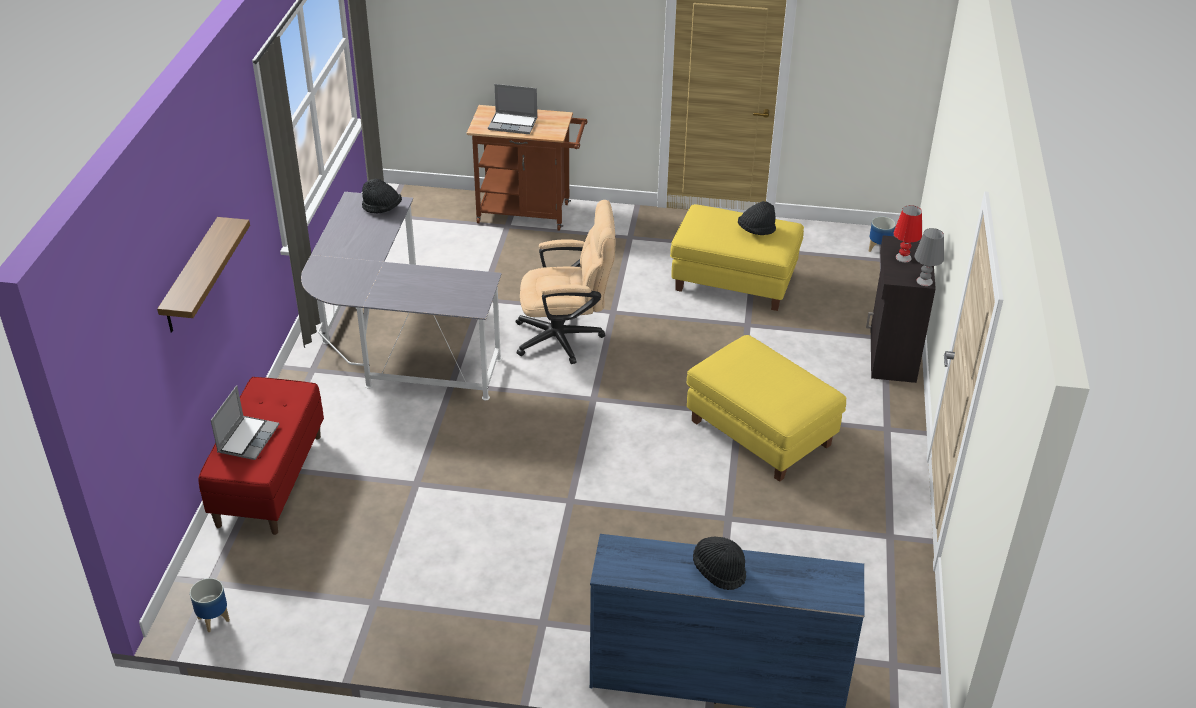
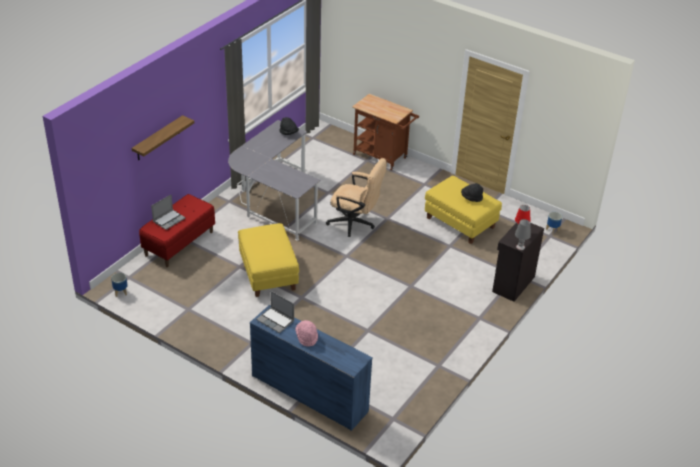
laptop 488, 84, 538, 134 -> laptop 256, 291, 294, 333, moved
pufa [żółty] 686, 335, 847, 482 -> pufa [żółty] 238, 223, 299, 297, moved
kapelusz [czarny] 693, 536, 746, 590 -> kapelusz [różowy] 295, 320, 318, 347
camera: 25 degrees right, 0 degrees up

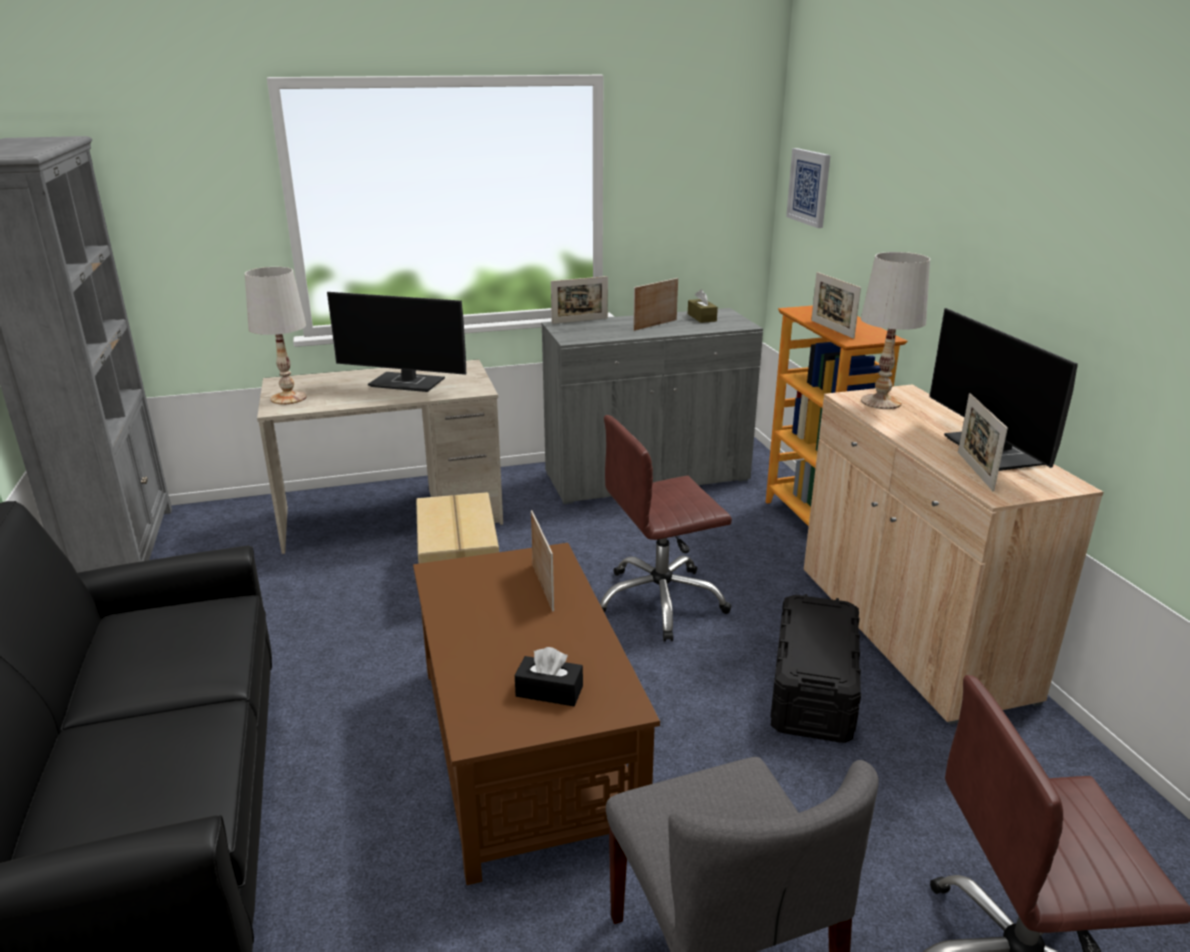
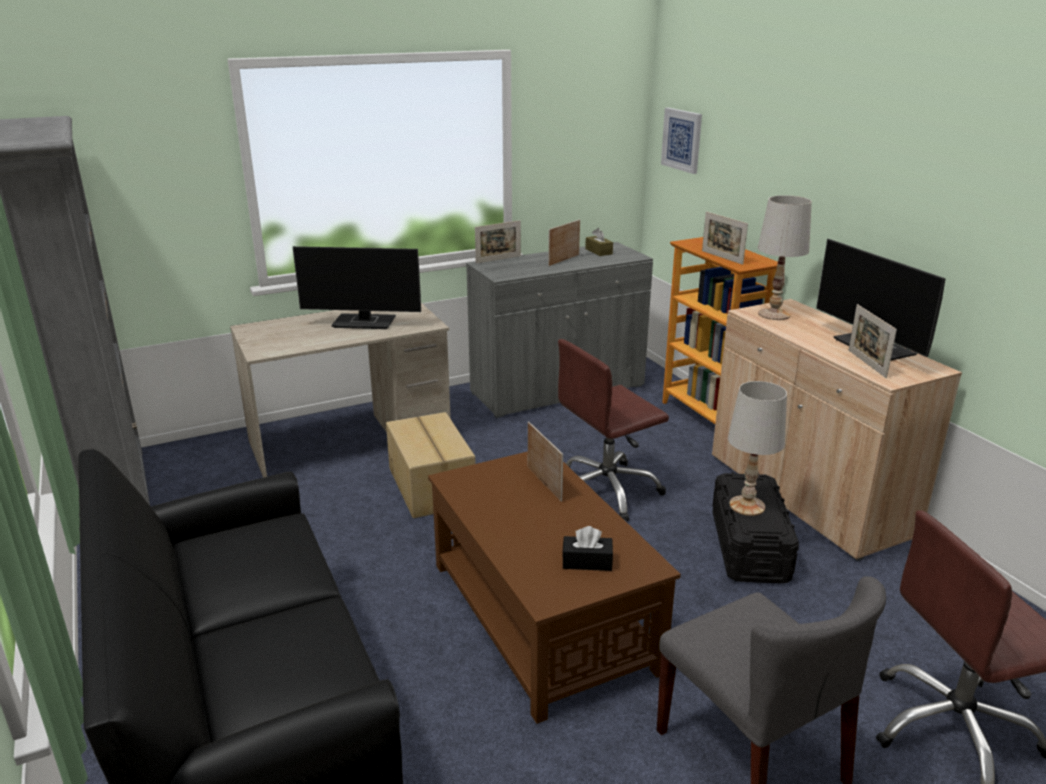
lampa stołowa [biały] 245, 267, 307, 405 -> lampa stołowa [biały] 728, 381, 787, 516, moved
camera: 10 degrees left, 0 degrees up

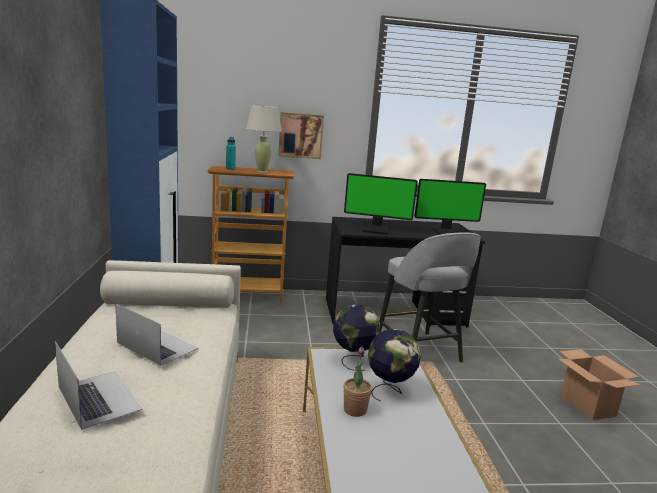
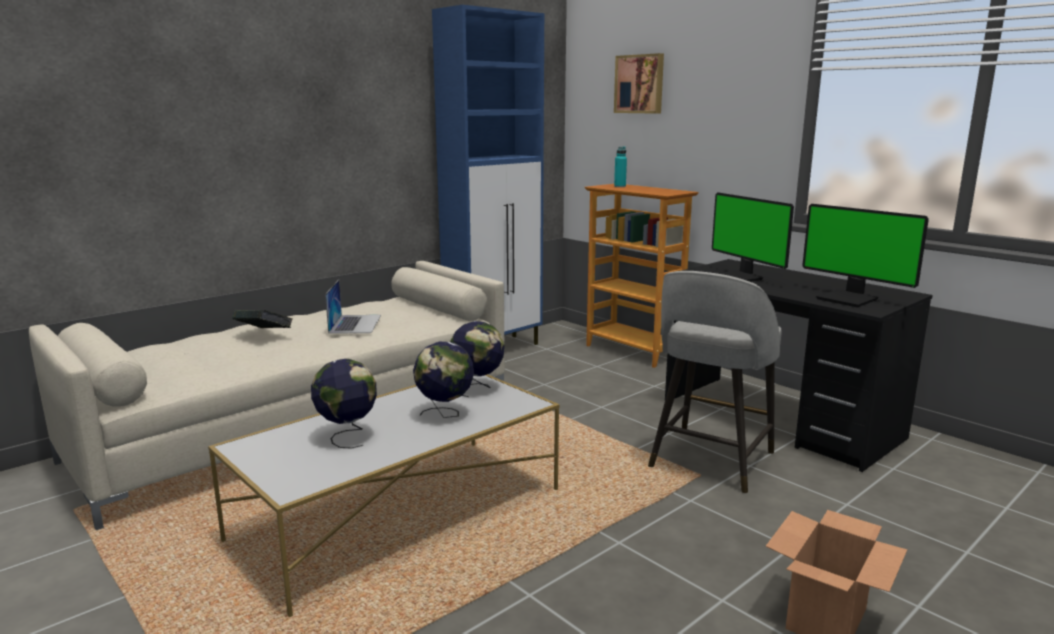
lampa stołowa [beżowy] 246, 105, 282, 173 -> none
roślina doniczkowa 344, 346, 372, 417 -> none
none -> globus 311, 359, 377, 448
obraz 278, 112, 324, 159 -> obraz 614, 53, 664, 114, moved
laptop 55, 341, 143, 430 -> książka 232, 310, 293, 328
camera: 55 degrees right, 0 degrees up

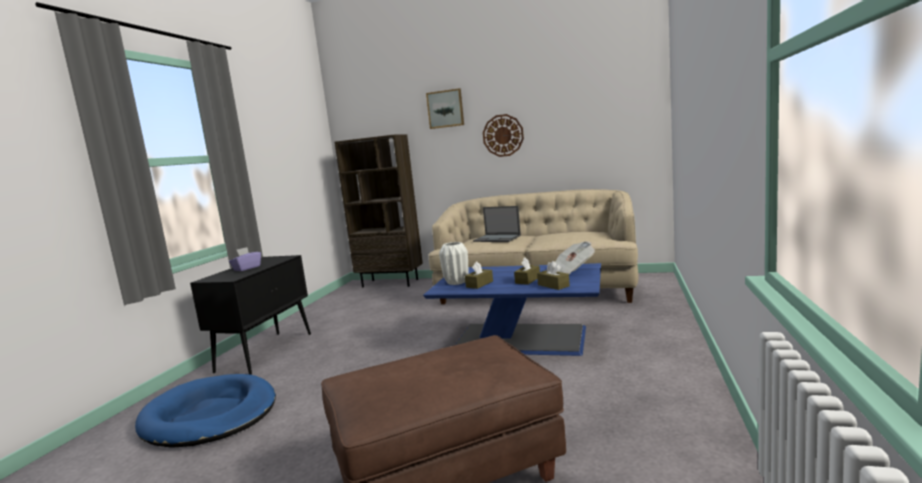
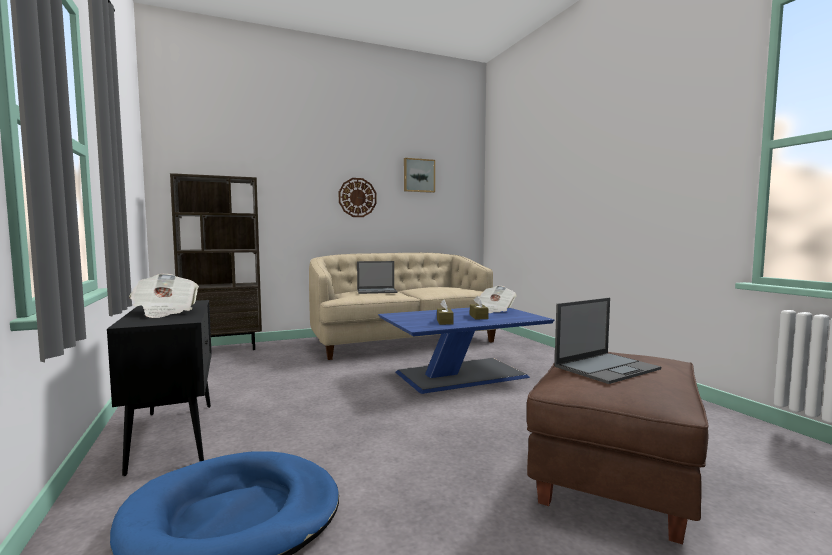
wazon [biały] 439, 242, 468, 285 -> none
pudełko chusteczek [brązowy] 537, 261, 570, 290 -> none
none -> laptop 554, 298, 661, 384
obraz 426, 88, 464, 129 -> obraz 404, 158, 435, 193, moved
pudełko chusteczek [fioletowy] 229, 247, 261, 271 -> gazeta 129, 274, 199, 318
camera: 40 degrees left, 5 degrees down

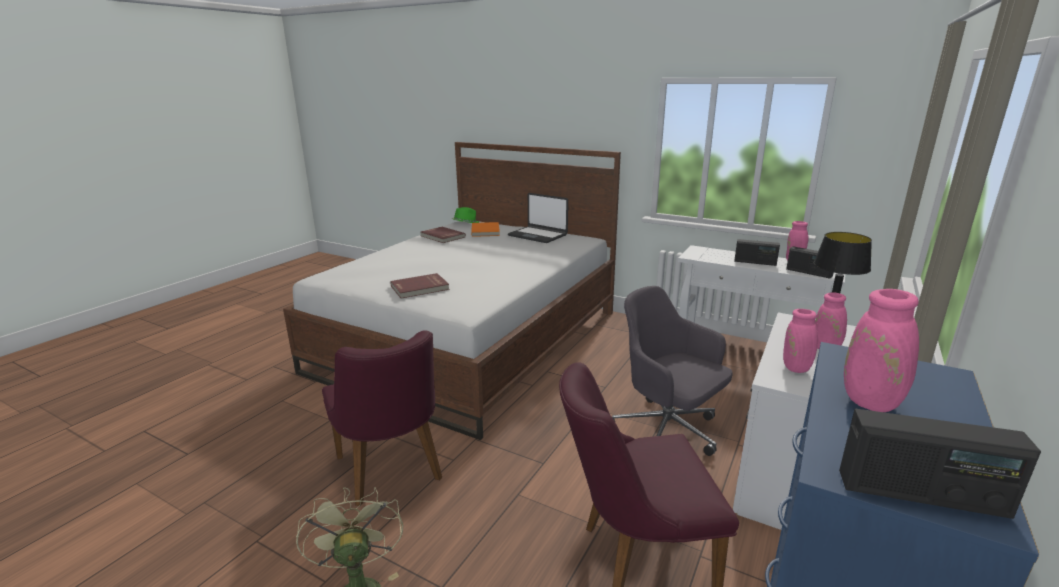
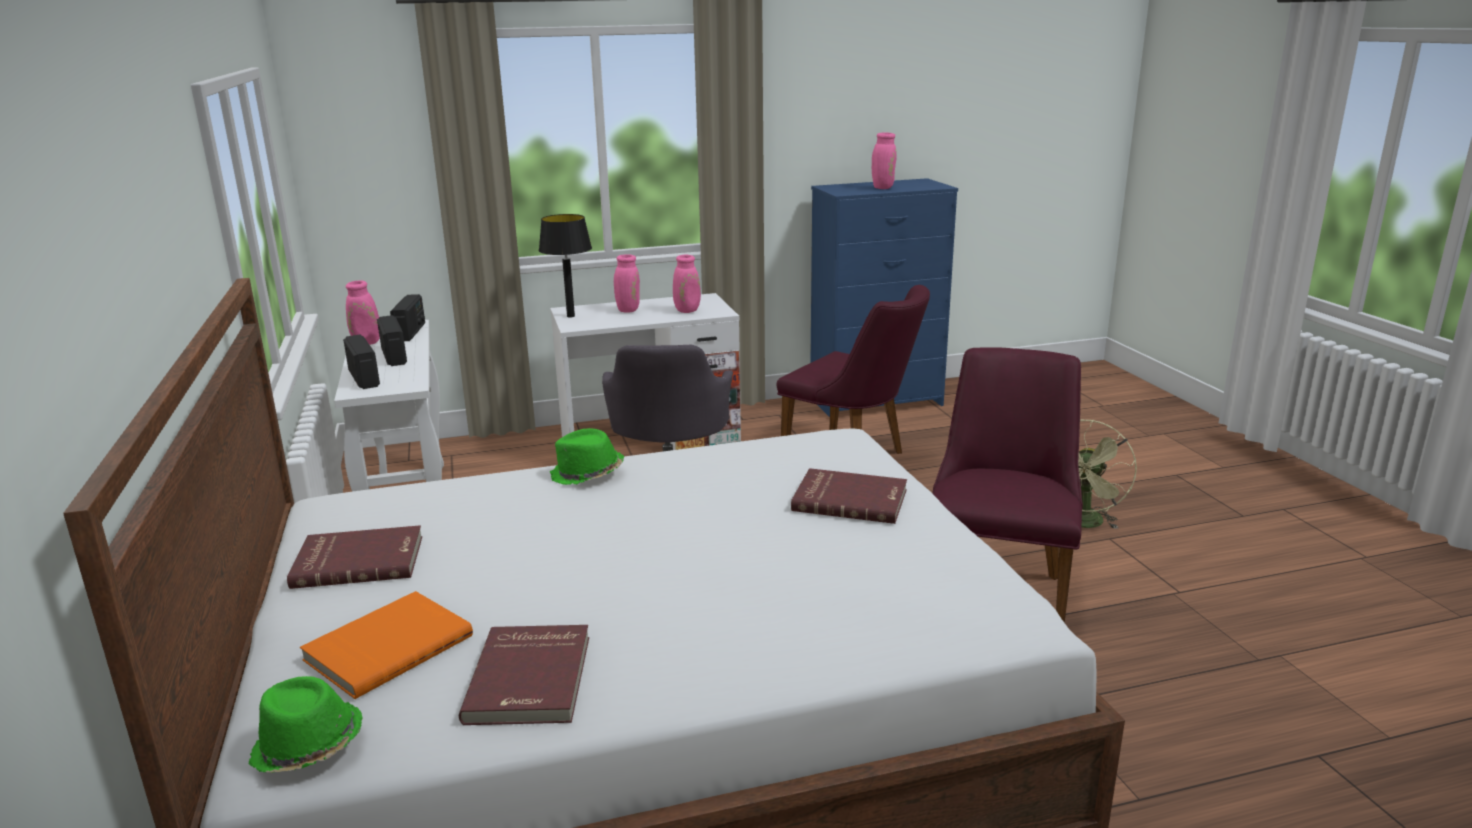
none -> kapelusz [zielony] 550, 428, 624, 485
radio 839, 409, 1041, 519 -> radio 343, 335, 380, 389, moved
laptop 508, 193, 568, 243 -> książka [czerwony] 287, 525, 422, 589
camera: 135 degrees left, 0 degrees up

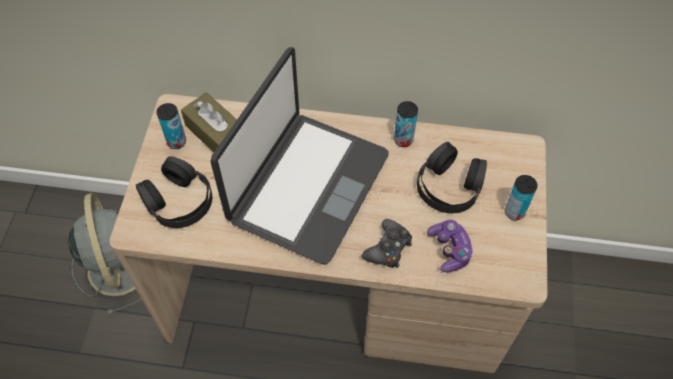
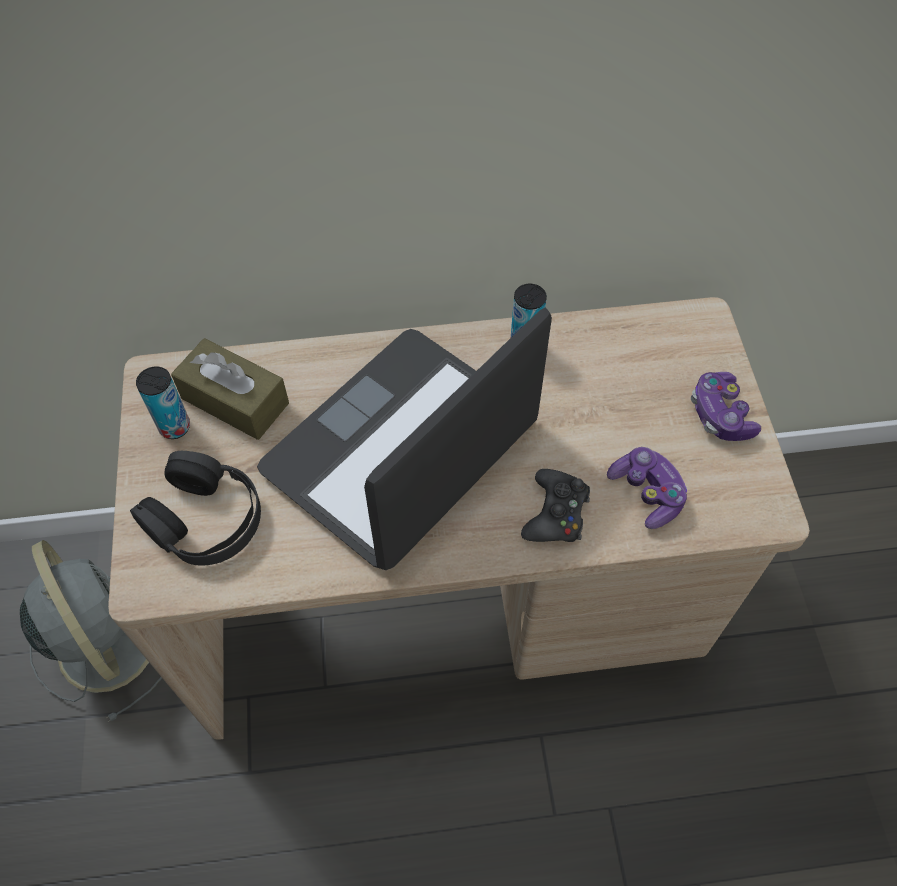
słuchawki [czarny] 417, 142, 487, 213 -> none
puszka 505, 175, 538, 220 -> pad do gier 691, 372, 761, 441
laptop 211, 47, 389, 265 -> laptop 257, 308, 552, 570, 150 degrees counterclockwise
camera: 15 degrees left, 0 degrees up

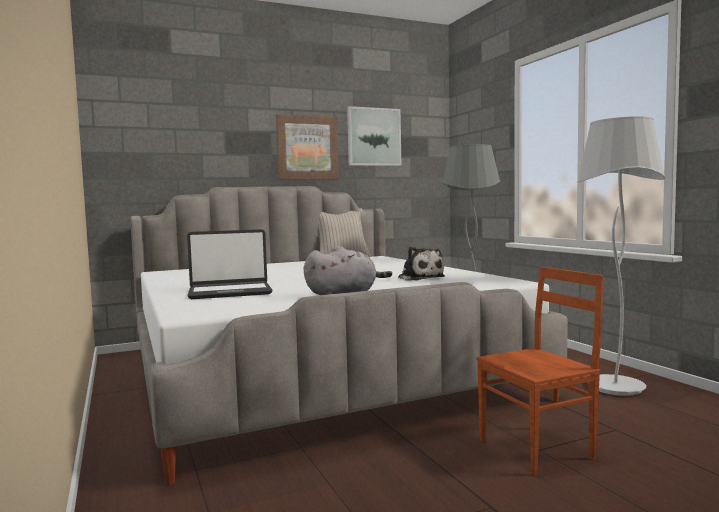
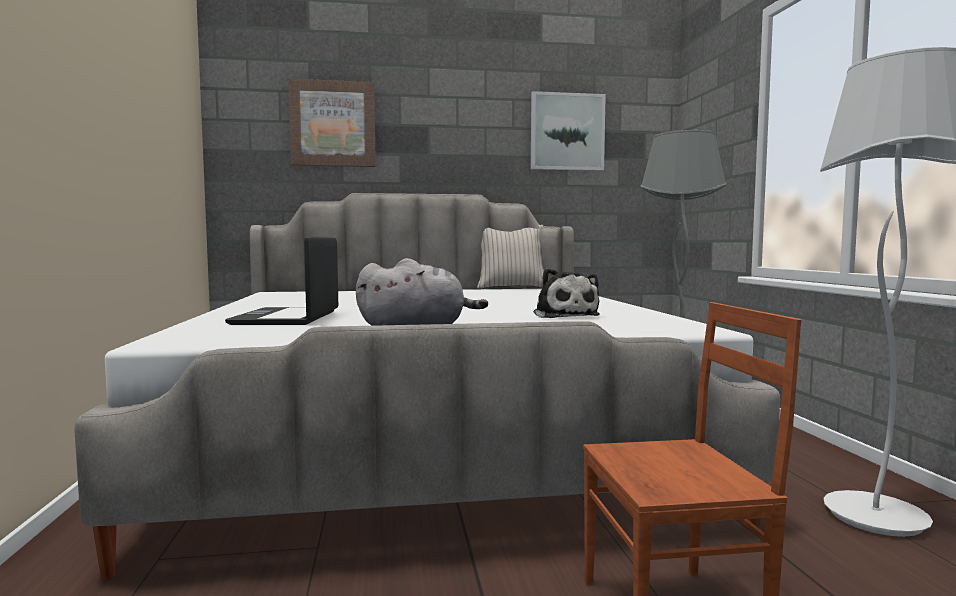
obraz 276, 114, 339, 179 -> obraz 288, 79, 376, 167, moved
laptop 187, 229, 273, 299 -> laptop 225, 236, 339, 325, 90 degrees clockwise
camera: 15 degrees right, 0 degrees up

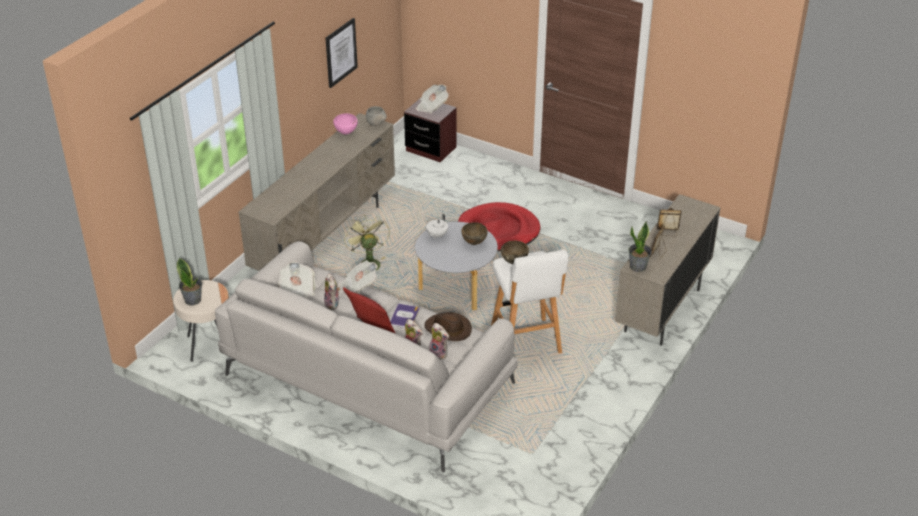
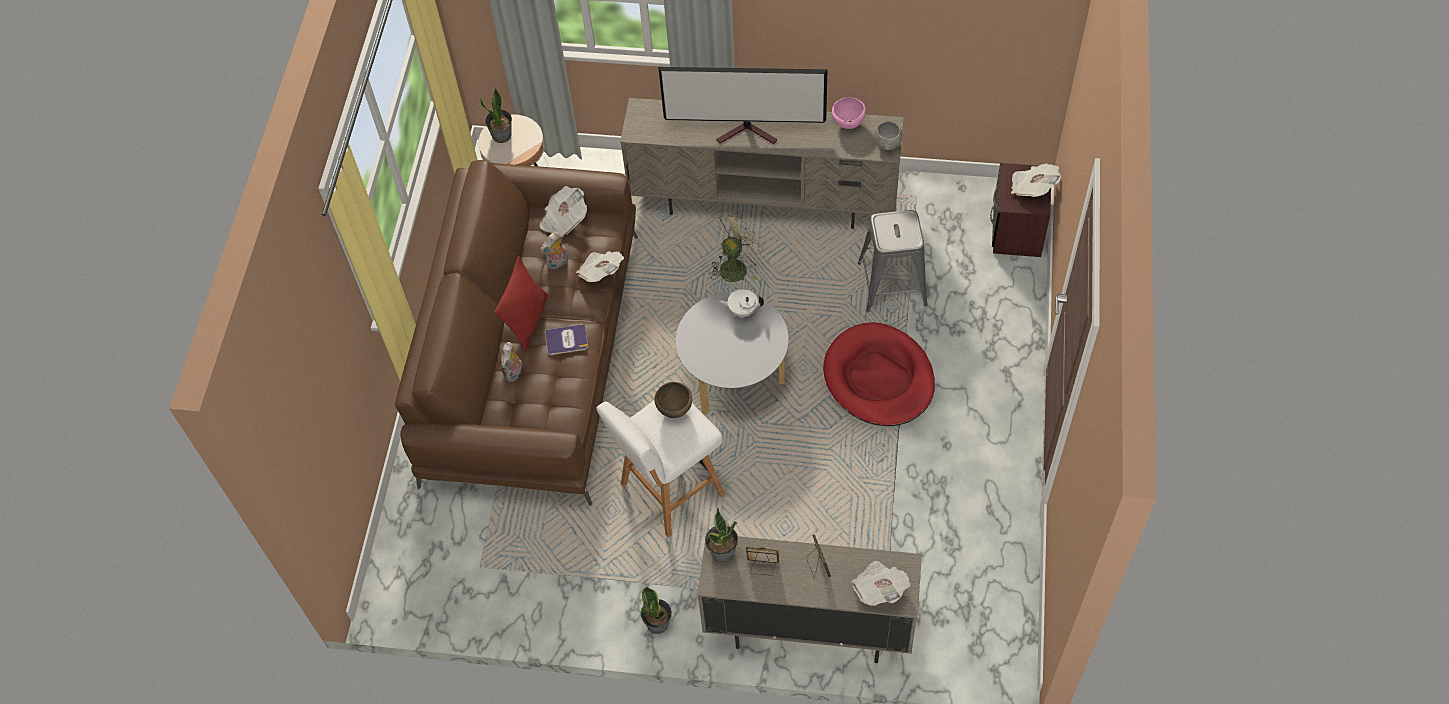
obraz 325, 18, 358, 88 -> none
kapelusz [brązowy] 424, 312, 472, 341 -> none
pluszak 429, 323, 449, 360 -> none
miska [brązowy] 461, 222, 488, 245 -> none
none -> roślina doniczkowa 641, 586, 672, 634
none -> telewizor 658, 67, 828, 144
none -> gazeta 851, 561, 911, 606
none -> stołek [szary] 858, 210, 928, 312
kanapa [szary] 215, 241, 518, 472 -> kanapa [brązowy] 395, 160, 638, 506
camera: 70 degrees right, 20 degrees up

